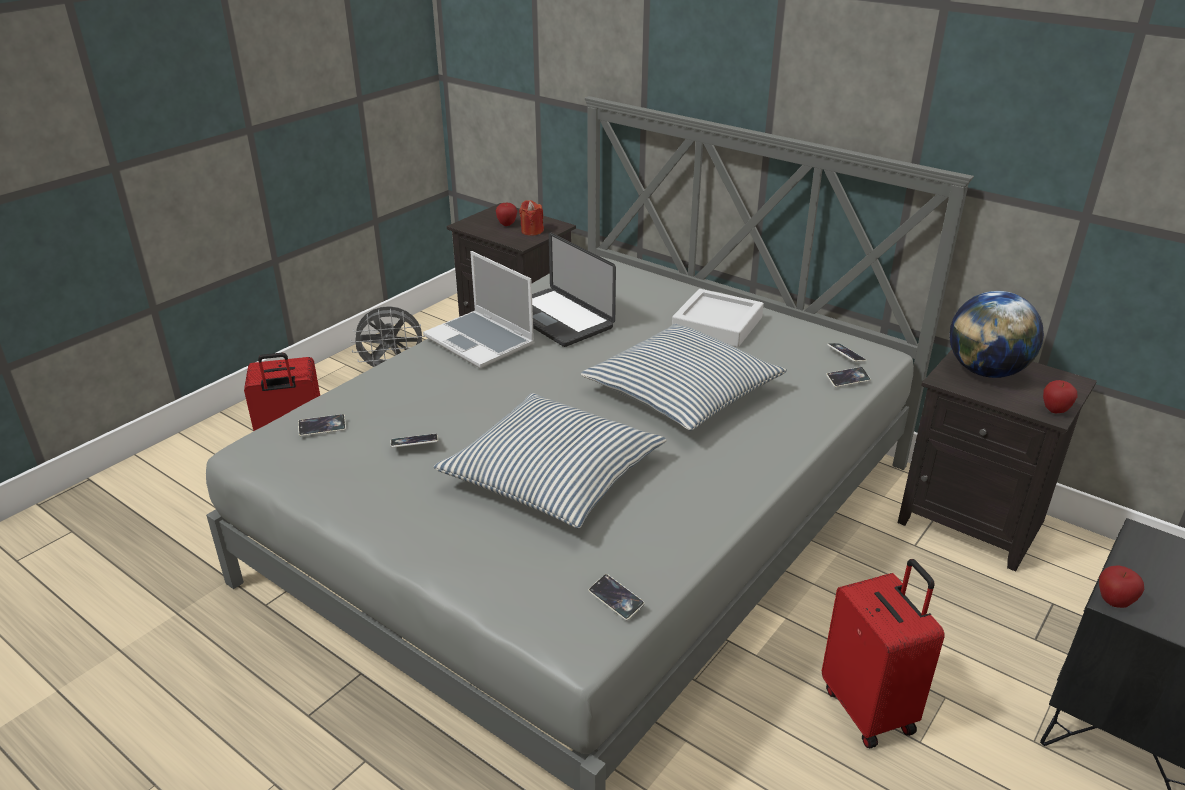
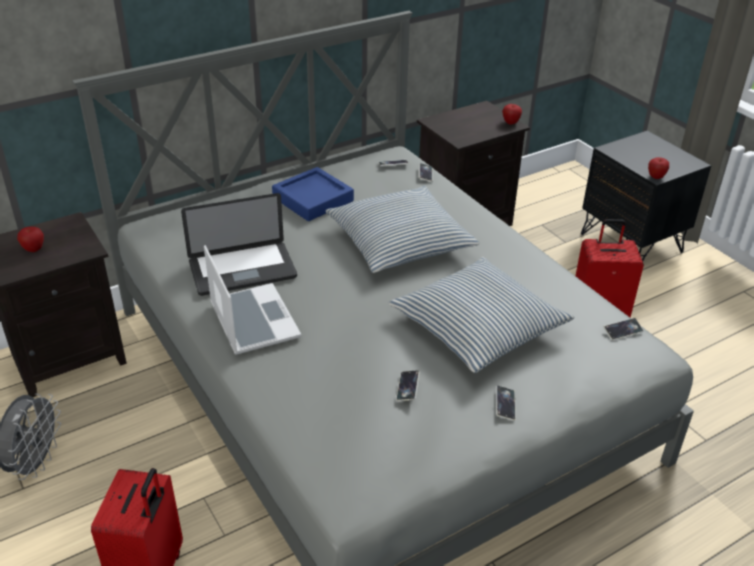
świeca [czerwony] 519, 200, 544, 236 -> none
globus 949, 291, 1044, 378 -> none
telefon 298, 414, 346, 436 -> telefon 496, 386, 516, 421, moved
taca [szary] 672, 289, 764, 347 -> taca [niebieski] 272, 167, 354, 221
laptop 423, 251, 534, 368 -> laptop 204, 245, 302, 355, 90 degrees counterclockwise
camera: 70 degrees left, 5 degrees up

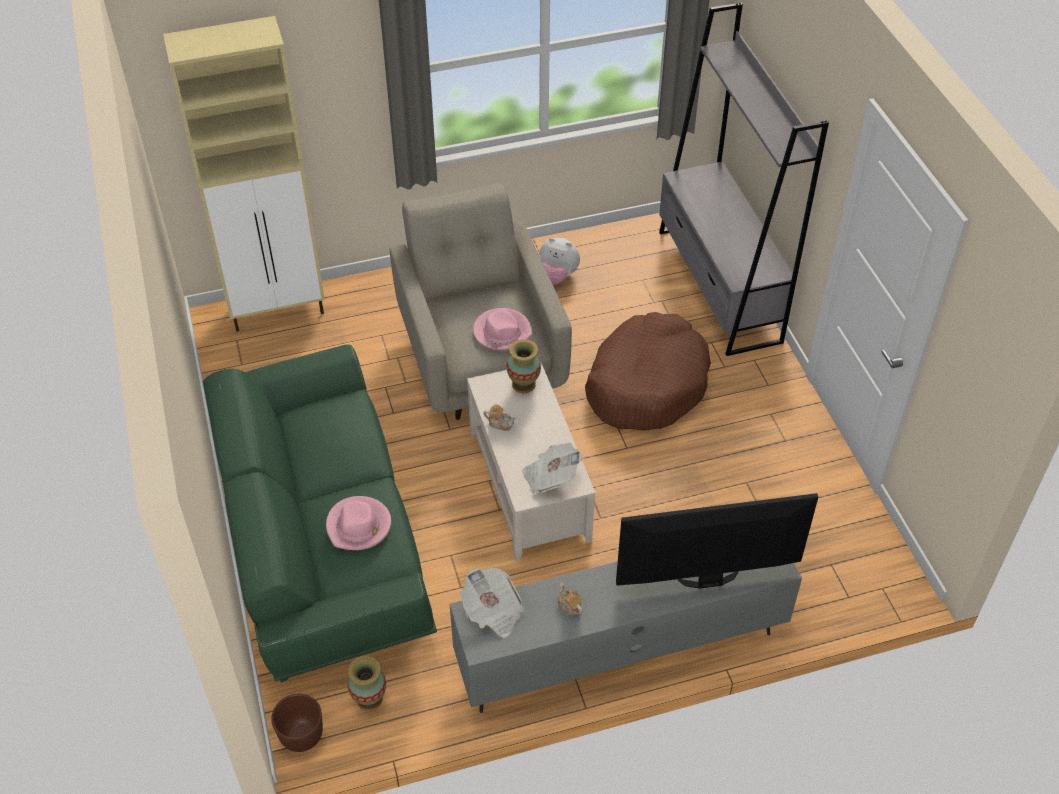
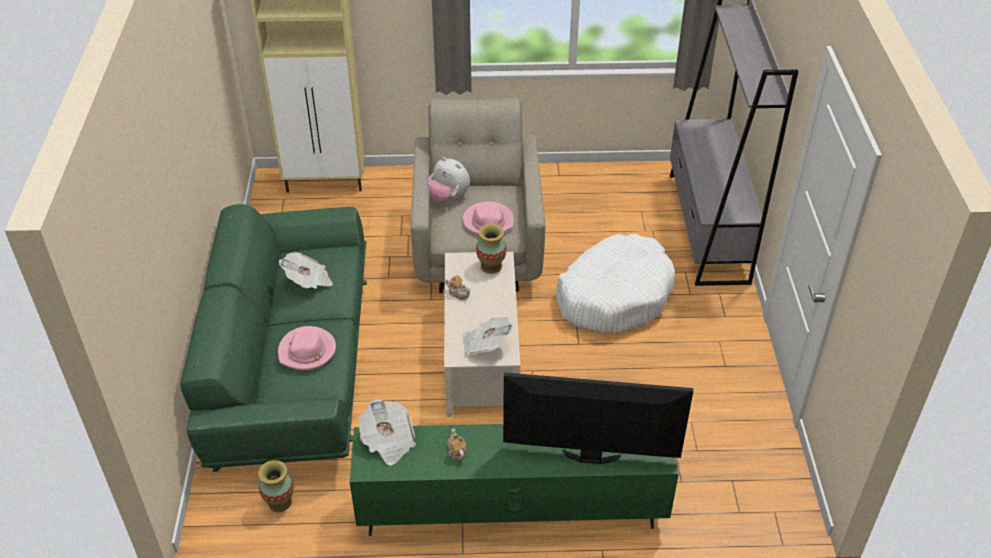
donica [brązowy] 271, 694, 323, 752 -> none
none -> gazeta 279, 252, 333, 289
pluszak 540, 238, 580, 285 -> pluszak 427, 157, 470, 203, moved
szafka pod telewizor [szary] 450, 561, 802, 713 -> szafka pod telewizor [zielony] 350, 424, 679, 536
legowisko [brązowy] 585, 312, 711, 430 -> legowisko [biały] 556, 234, 675, 333
camera: 15 degrees right, 5 degrees down

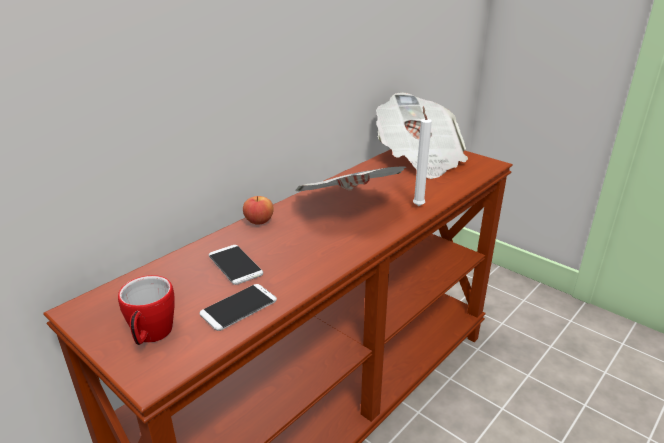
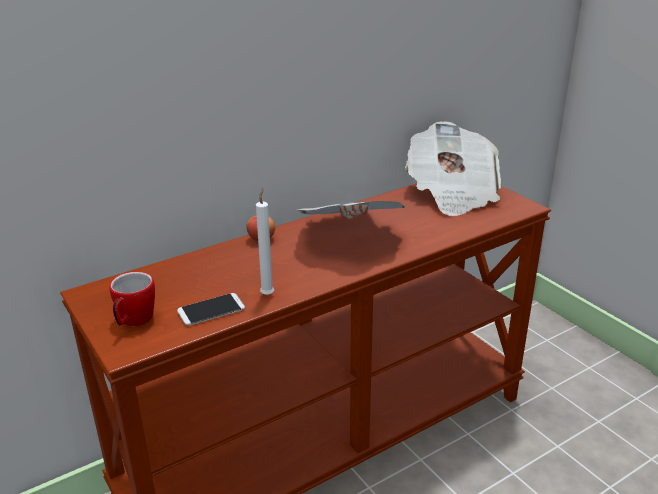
telefon 209, 245, 263, 285 -> none
świeca [biały] 413, 107, 432, 206 -> świeca [biały] 256, 188, 274, 296, moved
camera: 15 degrees right, 0 degrees up

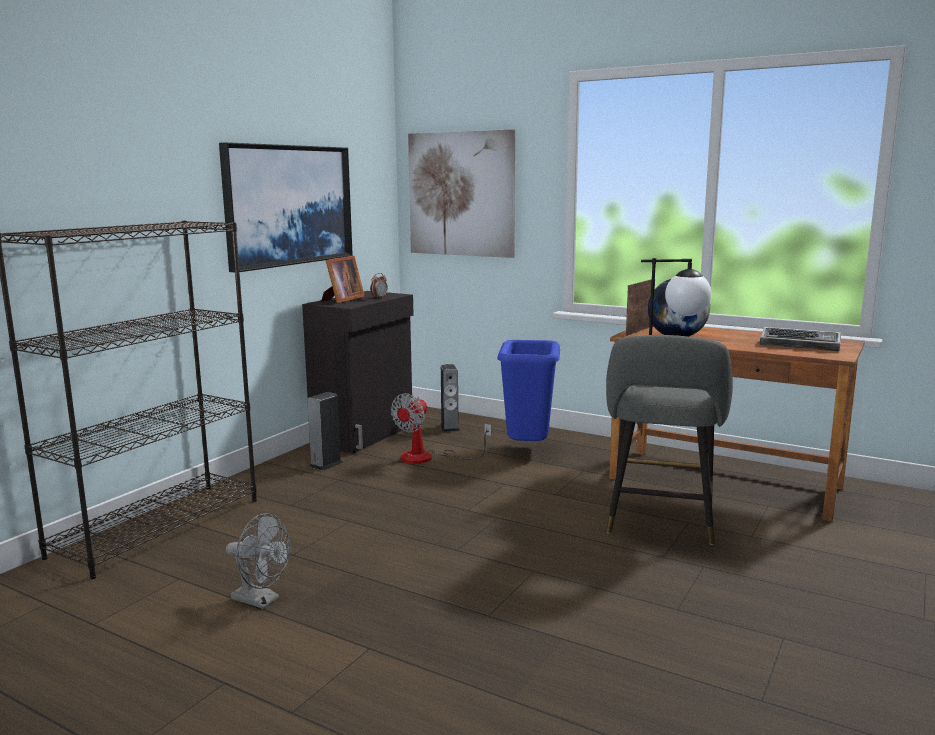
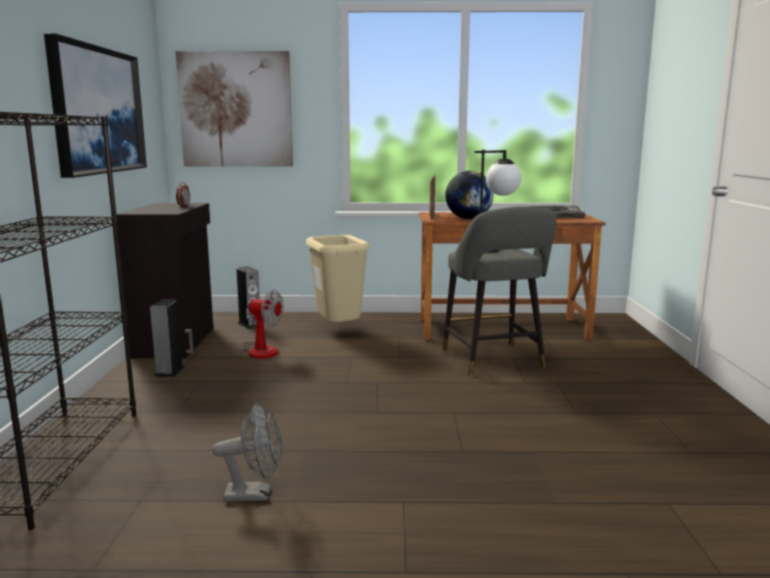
ramka na zdjęcie 321, 256, 365, 303 -> none
kosz na śmieci [niebieski] 497, 340, 560, 441 -> kosz na śmieci [beżowy] 306, 235, 370, 322
wentylator 391, 393, 492, 464 -> wentylator 242, 290, 284, 359, 75 degrees counterclockwise
camera: 30 degrees left, 0 degrees up

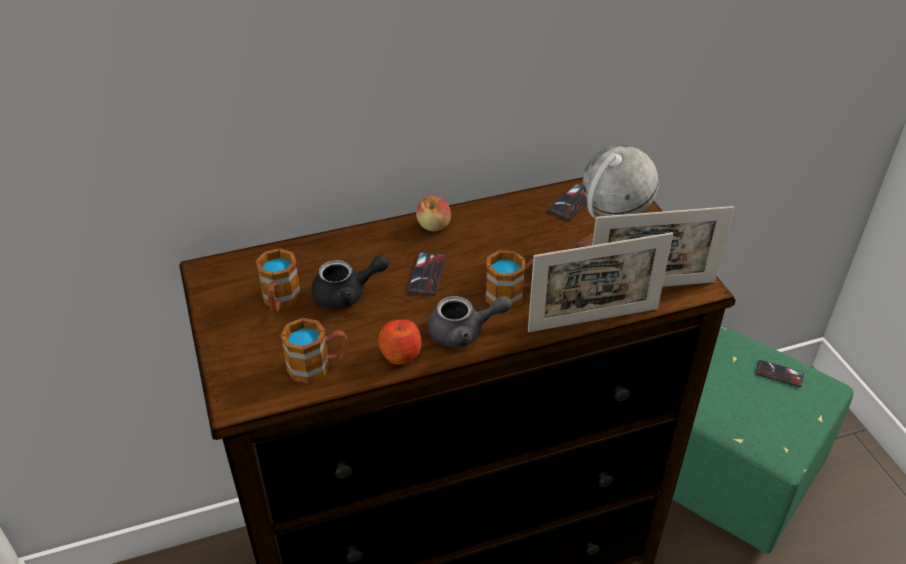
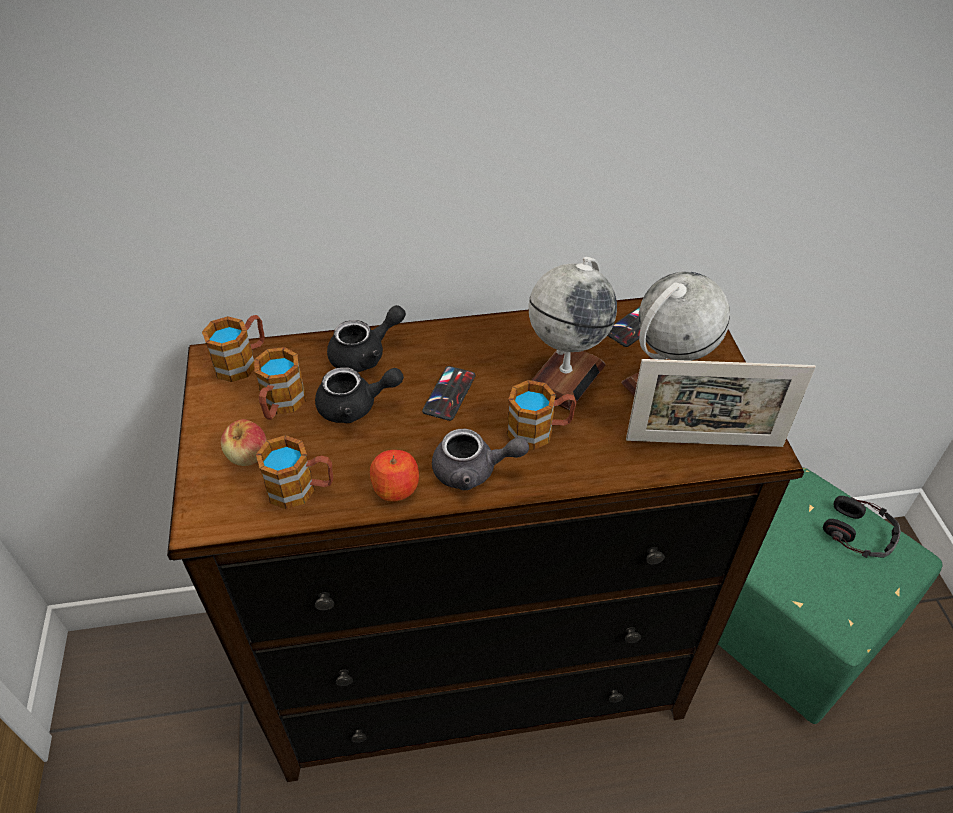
ramka na zdjęcie 528, 232, 673, 332 -> none
none -> kubek 202, 315, 265, 382
none -> imbryk [czarny] 327, 305, 406, 372
none -> globus 529, 257, 617, 410
jabłko 416, 196, 451, 231 -> jabłko 221, 419, 267, 466, moved
telefon 755, 360, 804, 387 -> słuchawki 823, 496, 901, 558
camera: 10 degrees right, 5 degrees up

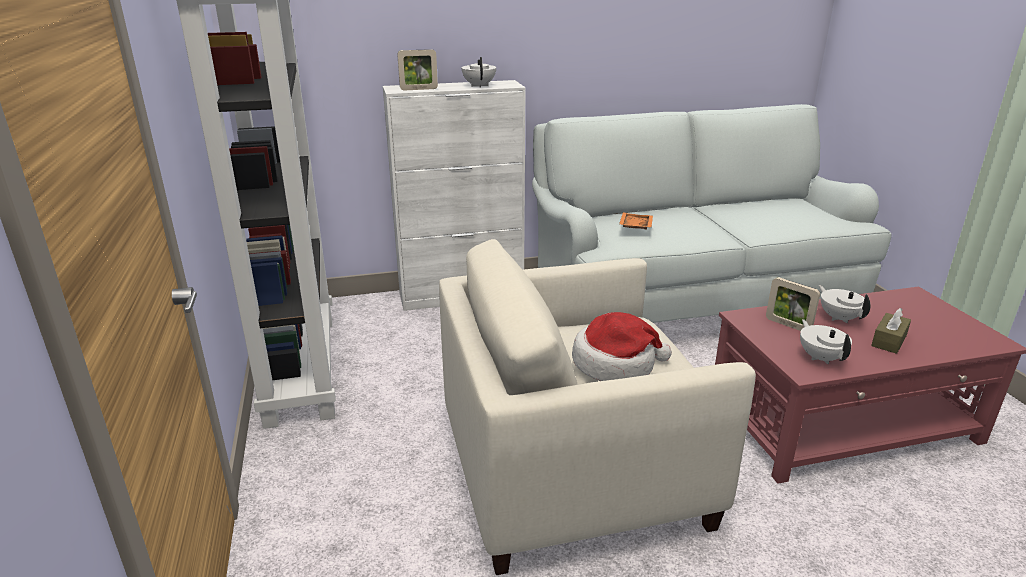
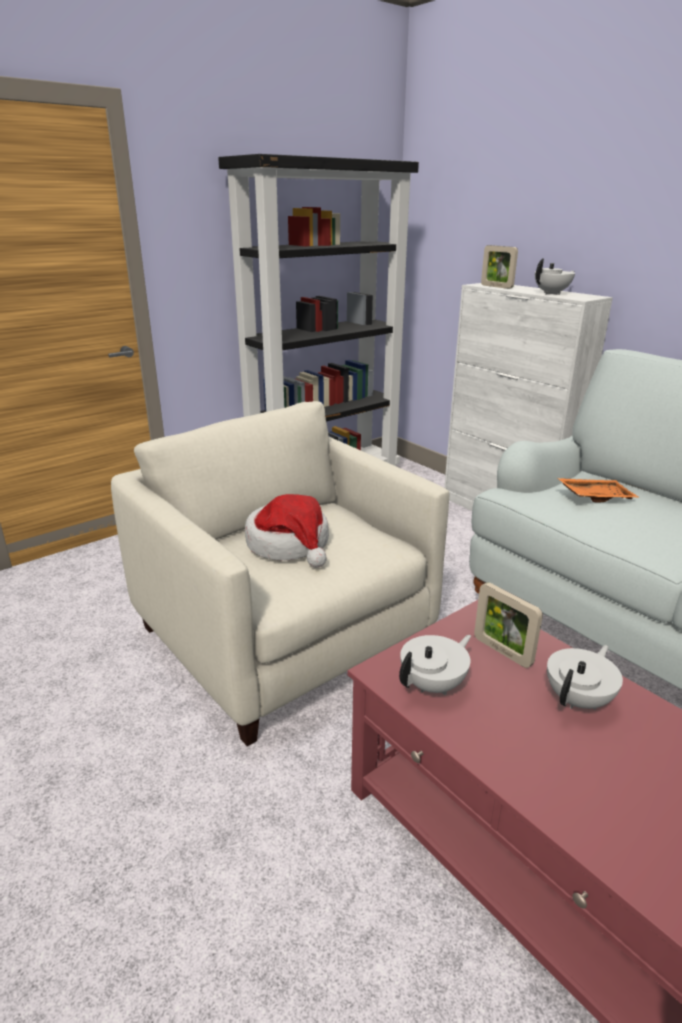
pudełko chusteczek [brązowy] 871, 308, 911, 354 -> none
ramka na zdjęcie 766, 277, 820, 331 -> ramka na zdjęcie 474, 582, 543, 668, 60 degrees counterclockwise
camera: 65 degrees right, 0 degrees up

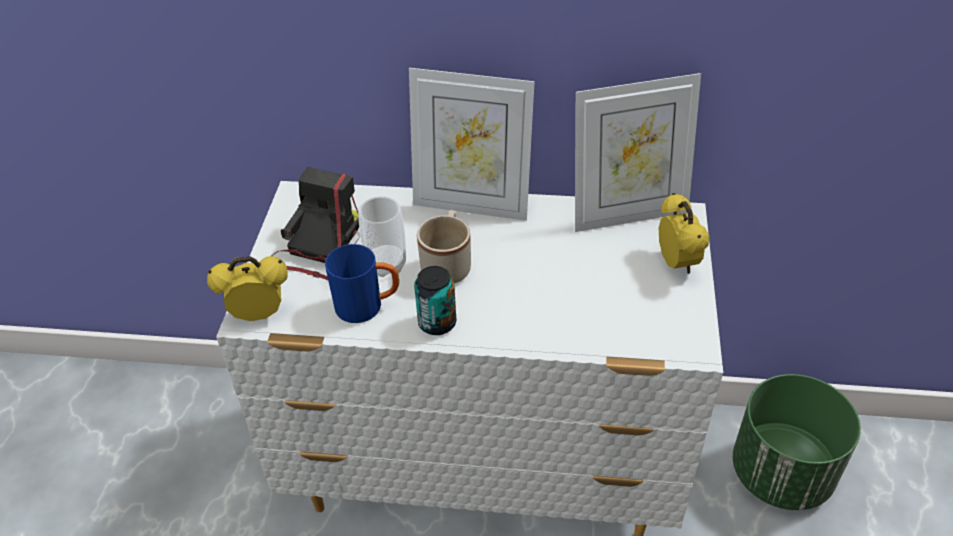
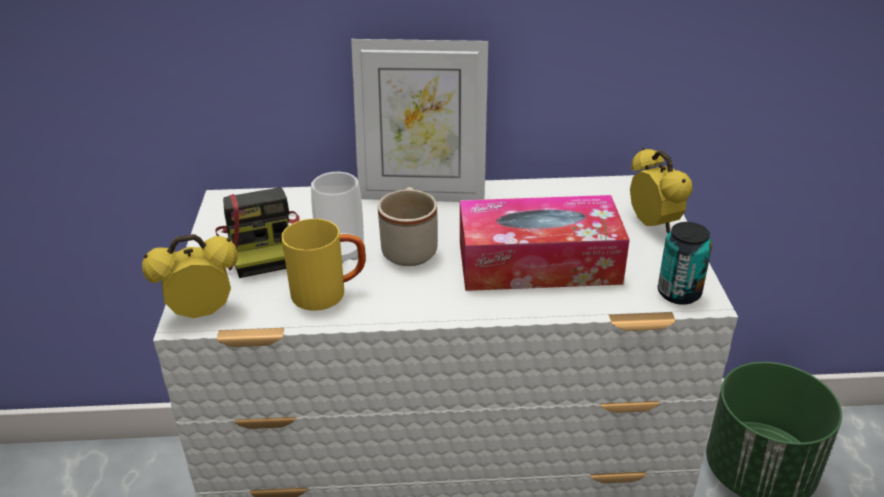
ramka na zdjęcie 575, 73, 701, 232 -> none
none -> pudełko chusteczek 460, 195, 630, 291
puszka 414, 266, 456, 335 -> puszka 658, 222, 712, 305, moved
kubek [niebieski] 325, 244, 399, 323 -> kubek [żółty] 281, 219, 366, 311
aparat fotograficzny 271, 167, 360, 280 -> aparat fotograficzny 215, 187, 300, 278, 150 degrees clockwise
camera: 10 degrees left, 10 degrees down

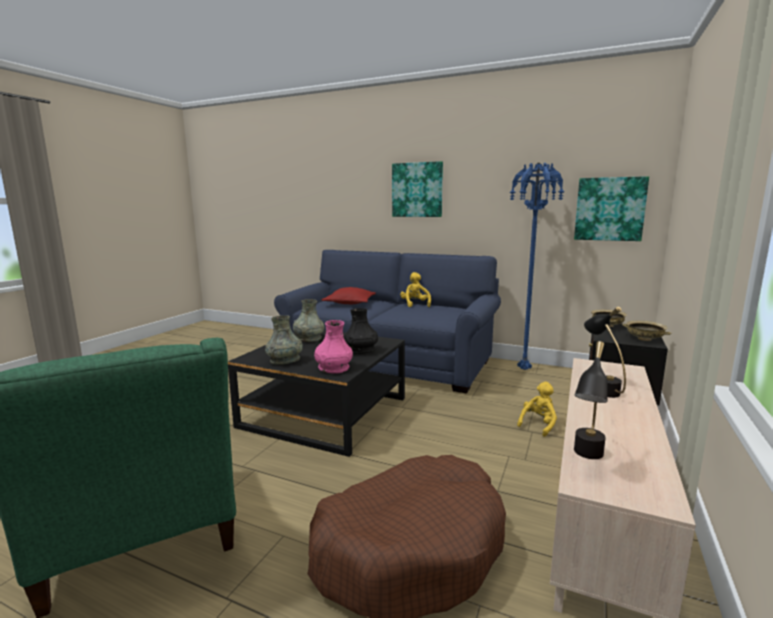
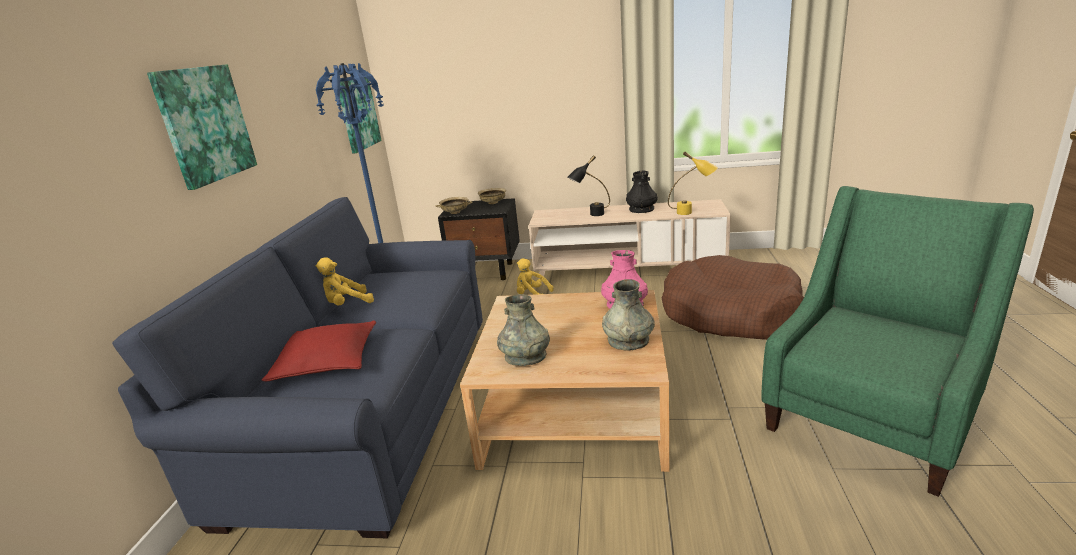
wazon [czarny] 344, 308, 378, 354 -> wazon [czarny] 626, 171, 658, 213, moved
ława [czarny] 228, 330, 405, 457 -> ława [beżowy] 460, 290, 669, 472
lampa stołowa [czarny] 574, 341, 608, 459 -> lampa stołowa [żółty] 668, 151, 718, 215
camera: 105 degrees left, 10 degrees up

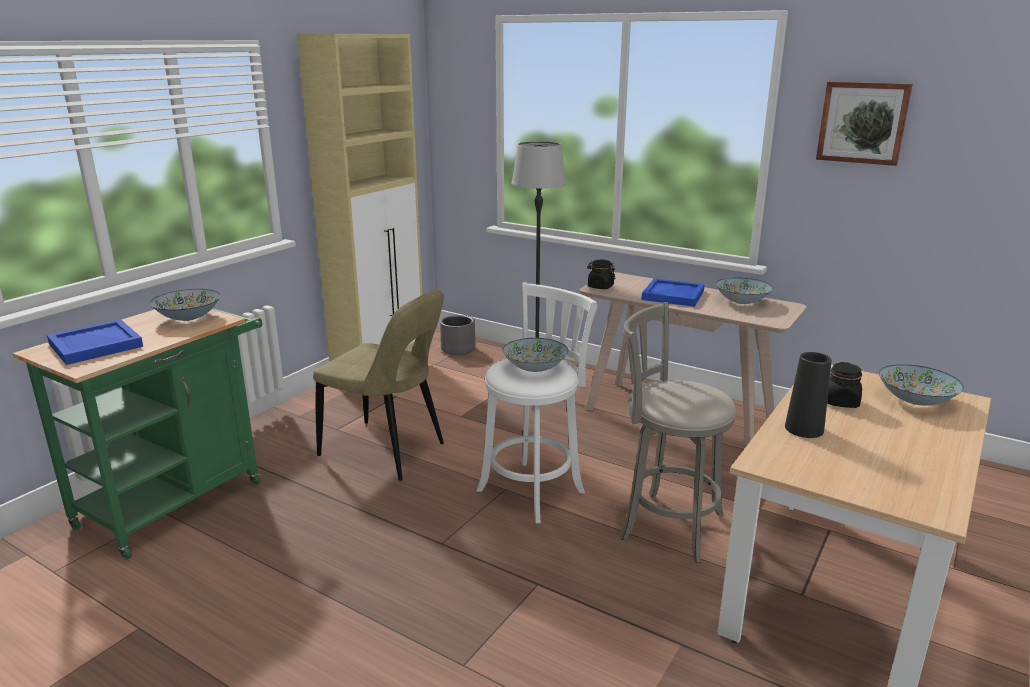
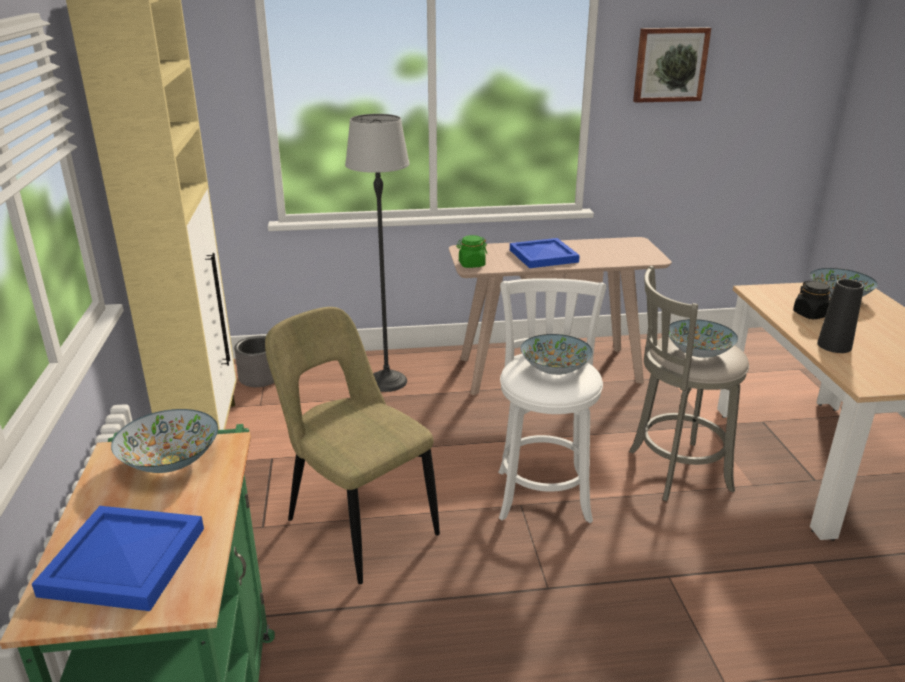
miska 716, 278, 773, 304 -> miska 669, 319, 738, 358, moved
słoik [czarny] 587, 260, 615, 289 -> słoik [zielony] 456, 235, 487, 268
krzesło [beżowy] 313, 289, 444, 481 -> krzesło [beżowy] 265, 307, 440, 584, 120 degrees counterclockwise
camera: 40 degrees left, 5 degrees up

